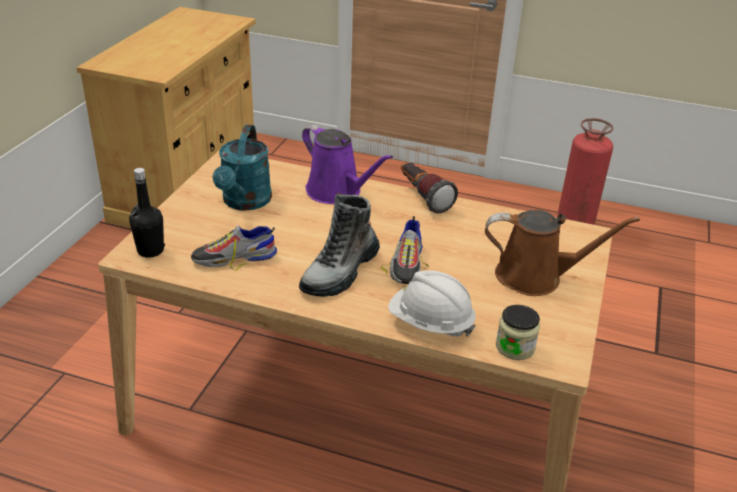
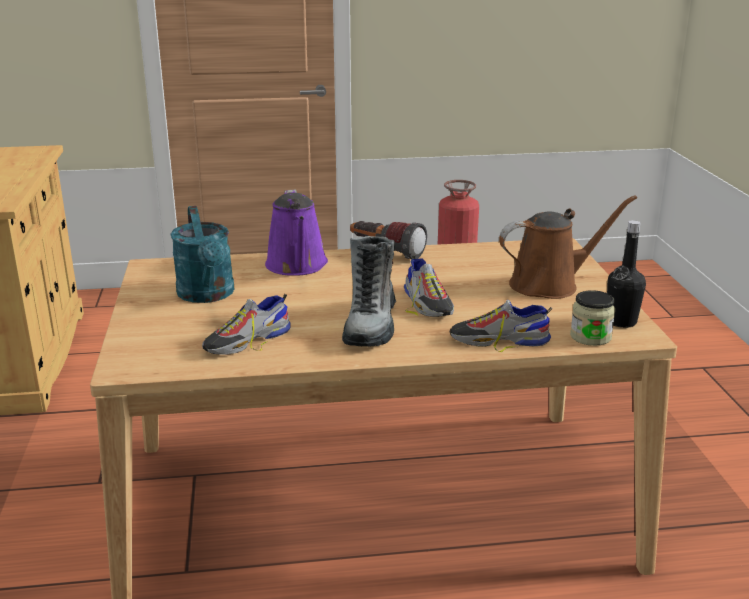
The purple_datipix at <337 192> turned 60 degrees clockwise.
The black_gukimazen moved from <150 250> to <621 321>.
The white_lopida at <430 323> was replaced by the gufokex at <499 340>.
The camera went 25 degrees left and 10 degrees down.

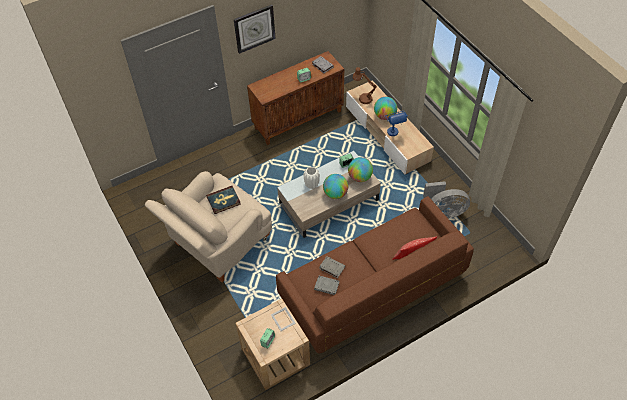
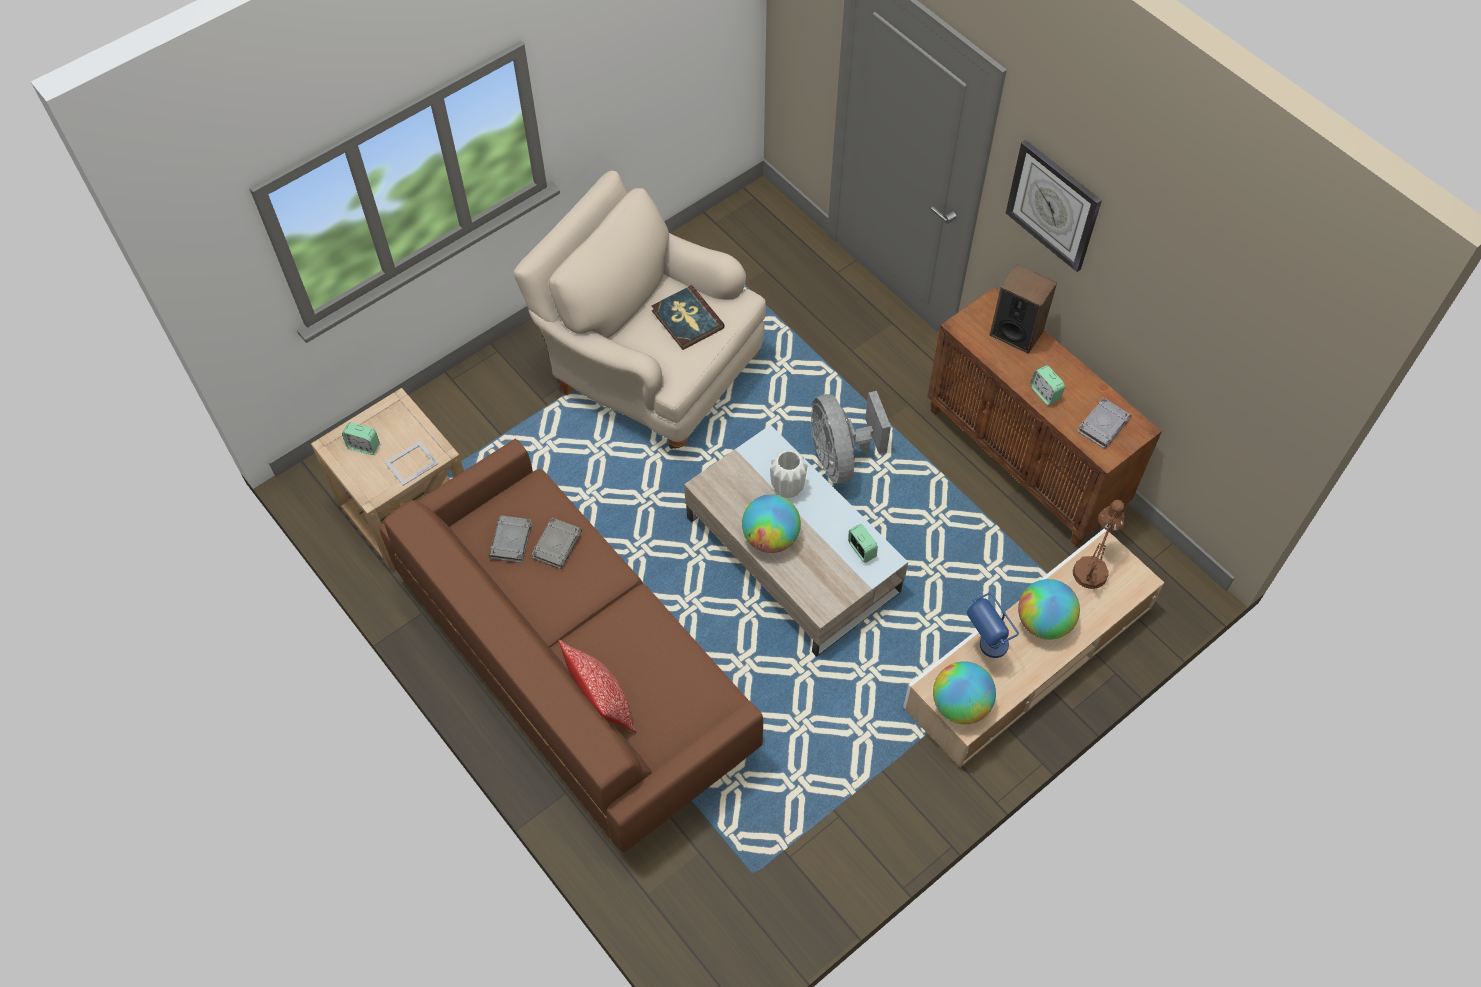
The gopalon moved from <359 177> to <960 705>.
The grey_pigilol moved from <443 211> to <840 458>.
The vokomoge at <1016 332> appeared.
The camera went 80 degrees right and 5 degrees up.

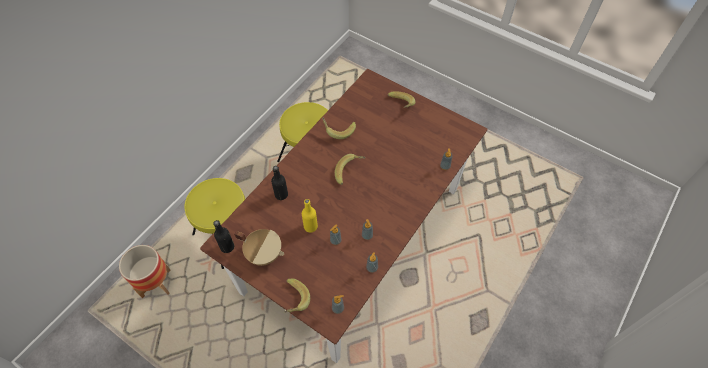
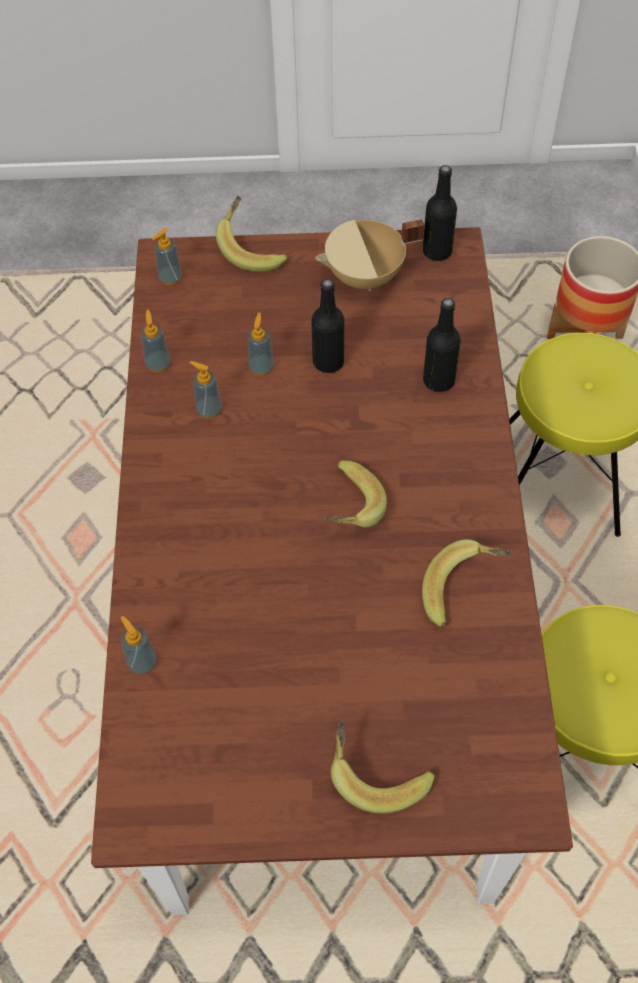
The yellow_gukimazen at <310 226> became the black_gukimazen at <328 362>.
The camera went 145 degrees right and 0 degrees up.

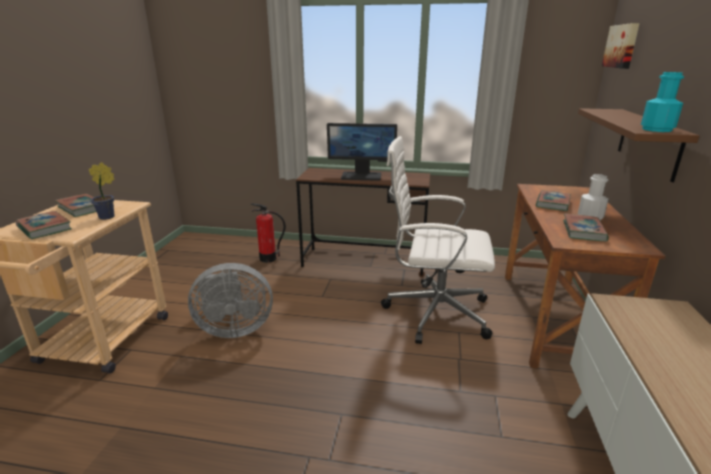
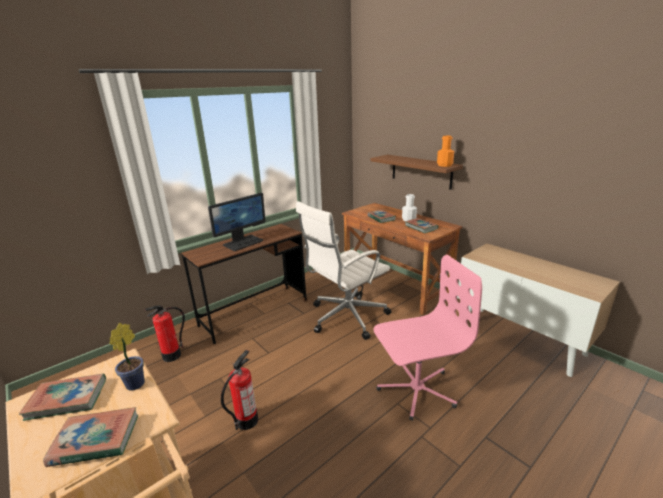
The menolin at <622 46> disappeared.
The turquoise_gukimazen at <657 129> became the orange_gukimazen at <444 165>.
The grey_pigilol at <233 329> was replaced by the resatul at <247 421>.
The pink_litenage at <416 389> appeared.
The camera went 50 degrees left and 0 degrees up.

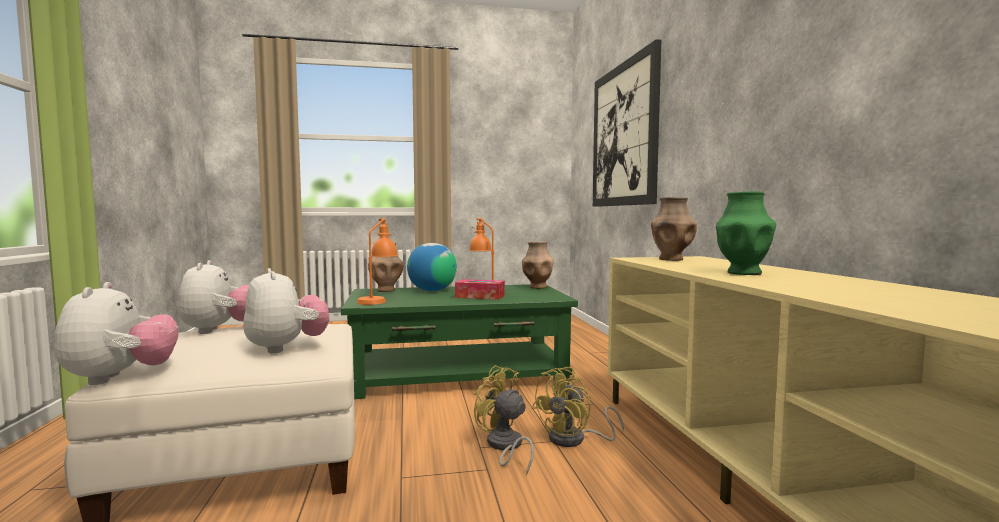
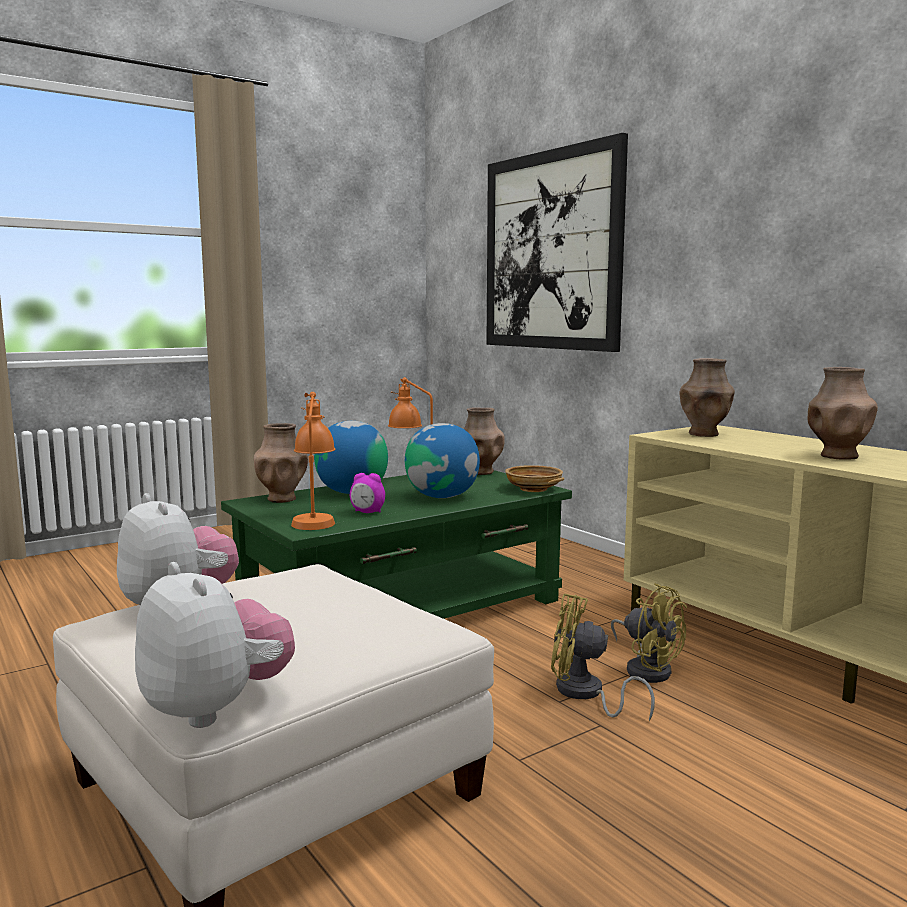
The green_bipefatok at <743 273> became the brown_bipefatok at <837 456>.
The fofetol at <286 348> disappeared.
The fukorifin at <480 296> was replaced by the gopalon at <442 497>.
The yellow_pigilol at <574 439> turned 60 degrees counterclockwise.
The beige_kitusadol at <534 489> appeared.
The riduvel at <367 512> appeared.
The camera went 25 degrees left and 5 degrees up.

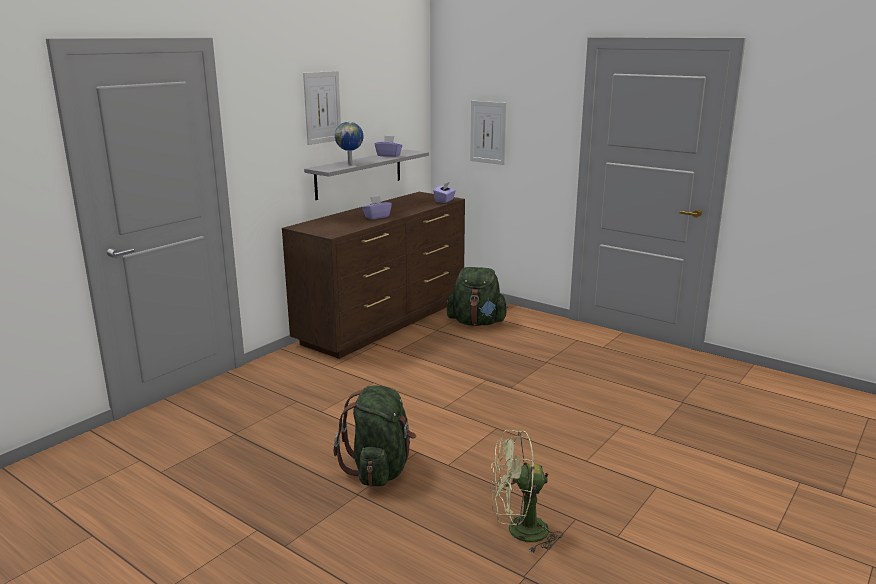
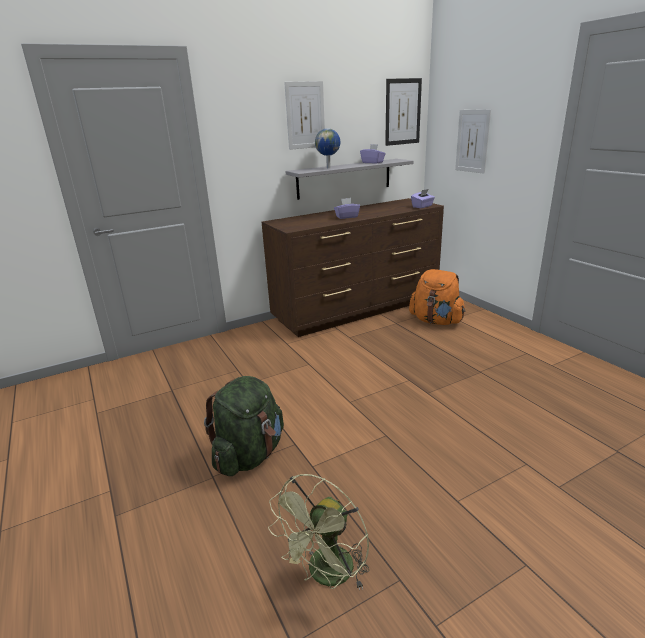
The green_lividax at <476 323> became the orange_lividax at <436 321>.
The green_pigilol at <519 532> turned 75 degrees counterclockwise.
The menolin at <403 112> appeared.
The camera went 25 degrees right and 5 degrees up.

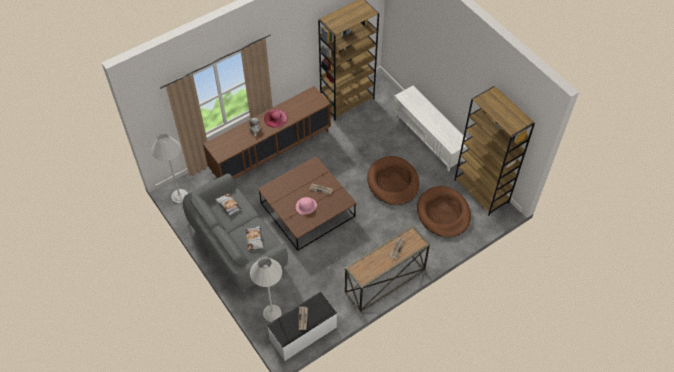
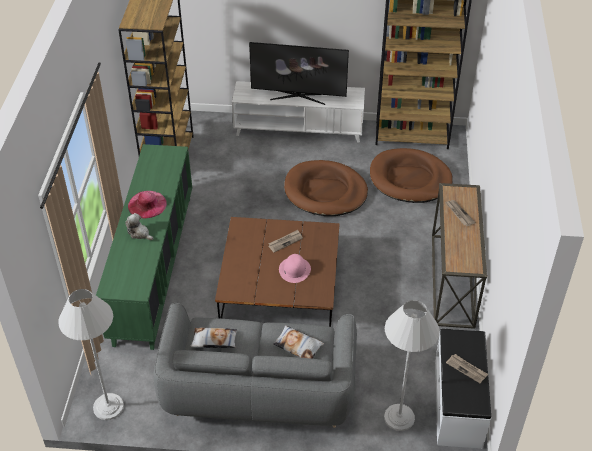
The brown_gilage at <271 151> became the green_gilage at <153 268>.
The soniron at <298 96> appeared.
The camera went 50 degrees left and 10 degrees down.

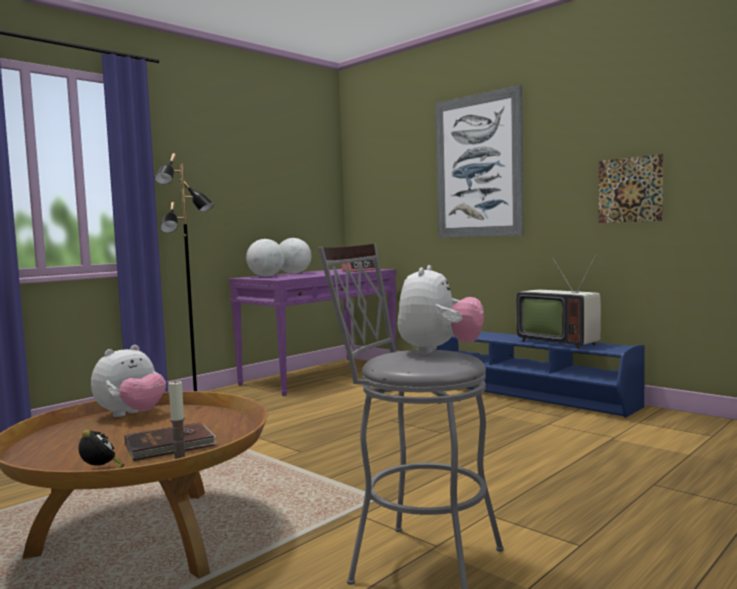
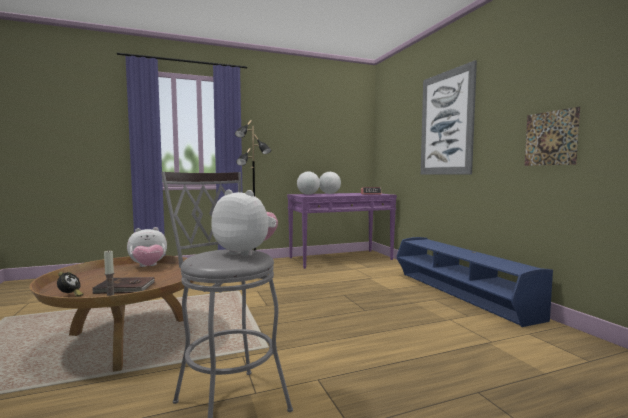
The soniron at <558 342> disappeared.
The fofetol at <439 351> turned 105 degrees counterclockwise.
The camera went 25 degrees right and 0 degrees up.

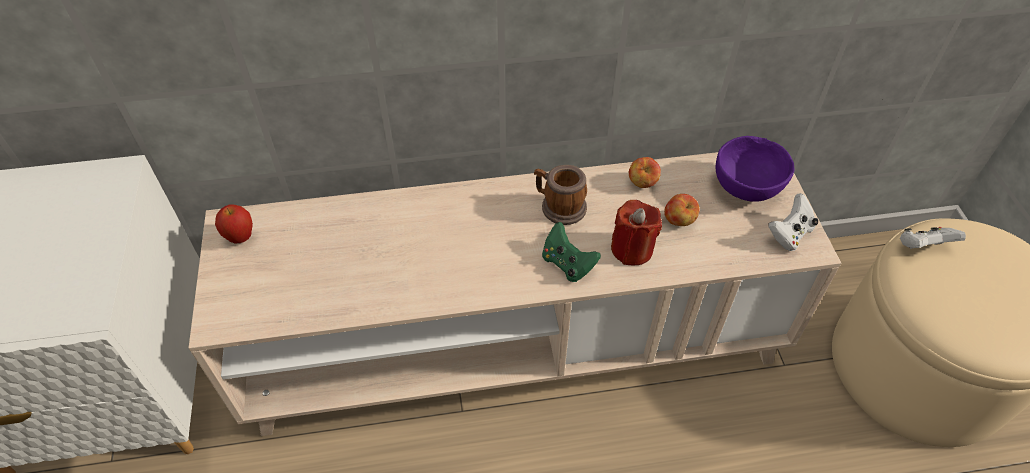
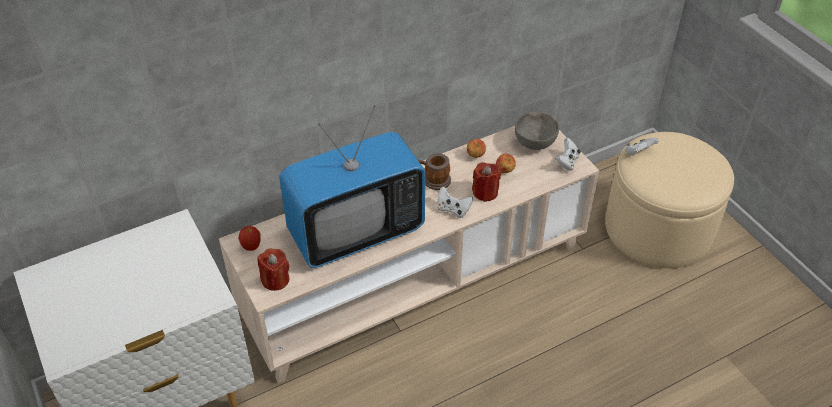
The purple_kitusadol at <747 188> became the grey_kitusadol at <535 143>.
The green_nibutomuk at <567 264> became the white_nibutomuk at <453 210>.
The soniron at <356 232> appeared.
The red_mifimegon at <275 280> appeared.
The camera went 20 degrees left and 5 degrees down.

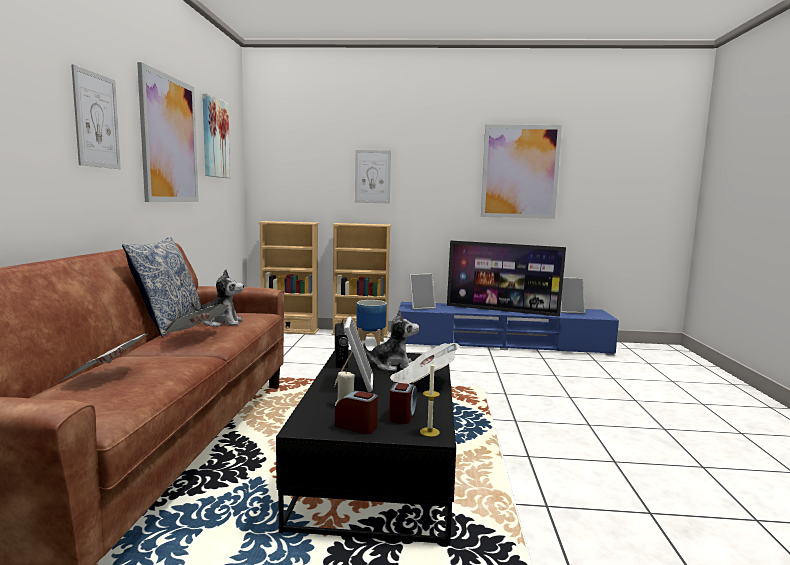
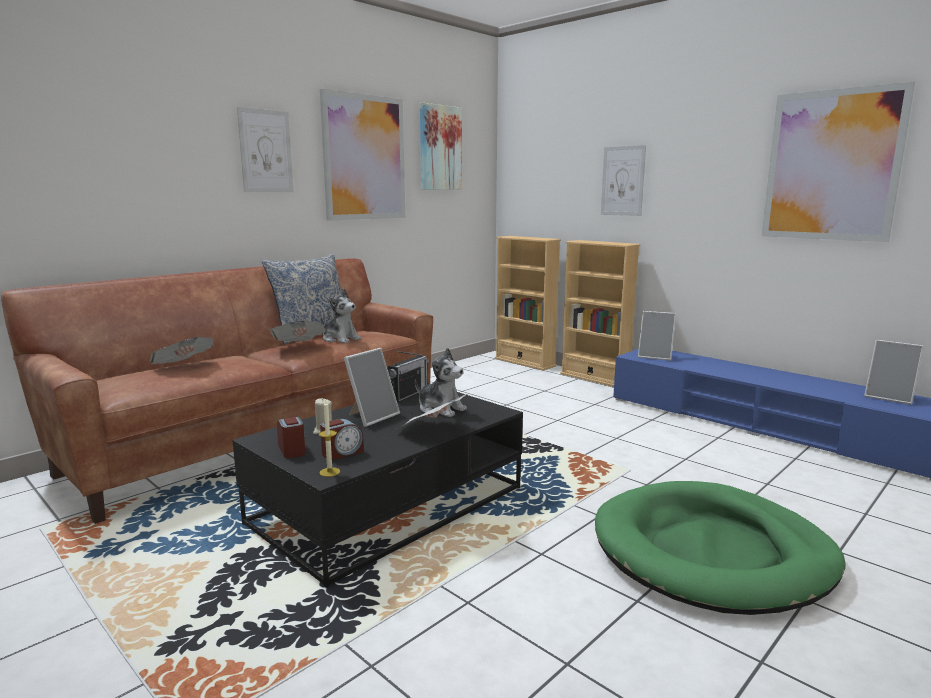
The soniron at <502 311> disappeared.
The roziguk at <370 343> disappeared.
The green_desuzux at <712 552> appeared.
The camera went 40 degrees right and 5 degrees up.

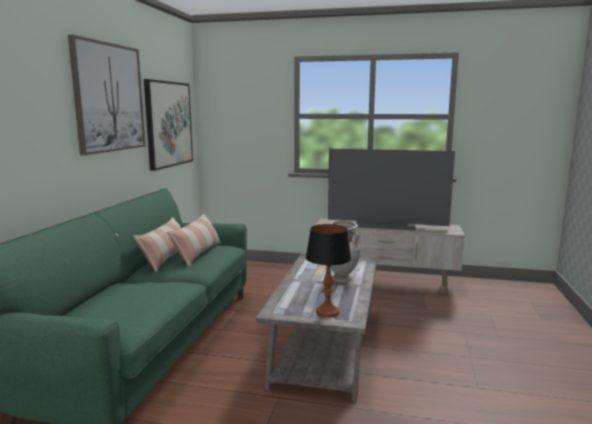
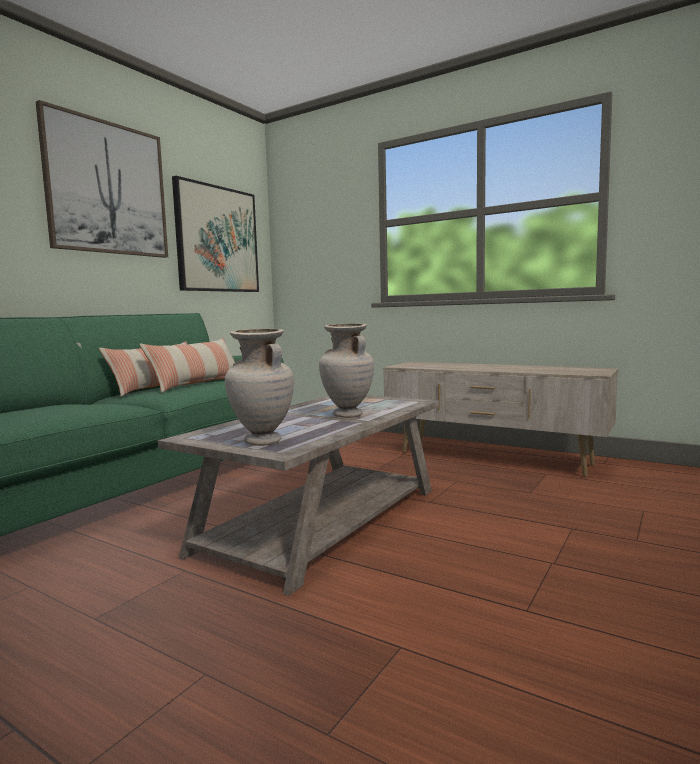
The soniron at <386 225> disappeared.
The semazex at <327 312> was replaced by the beige_bipefatok at <262 442>.
The camera went 20 degrees right and 5 degrees down.

